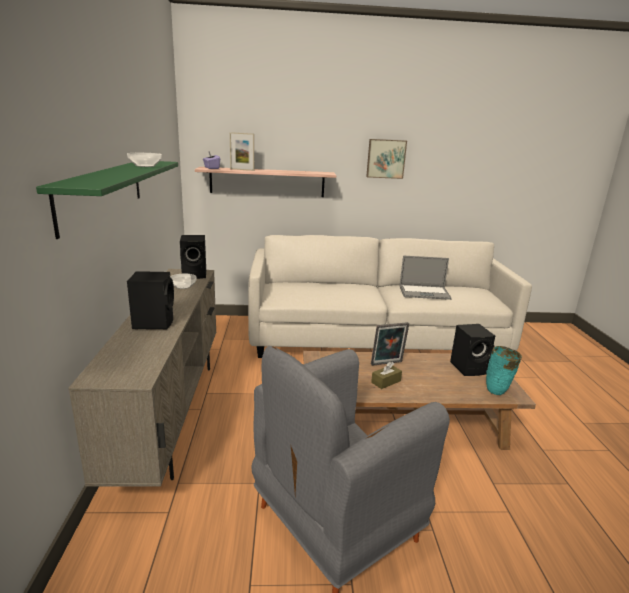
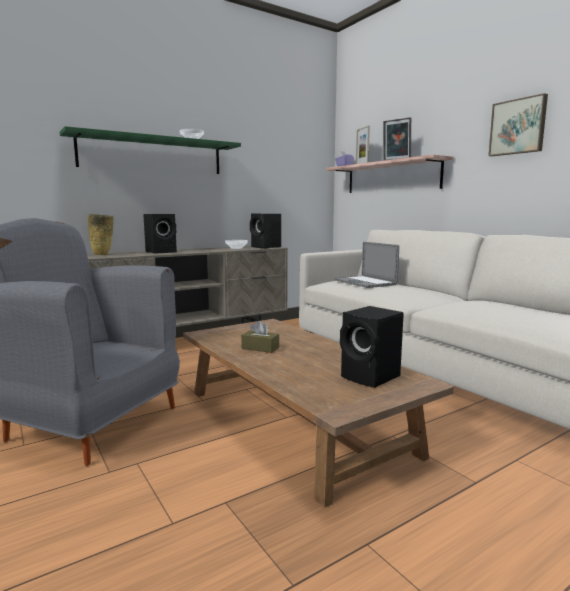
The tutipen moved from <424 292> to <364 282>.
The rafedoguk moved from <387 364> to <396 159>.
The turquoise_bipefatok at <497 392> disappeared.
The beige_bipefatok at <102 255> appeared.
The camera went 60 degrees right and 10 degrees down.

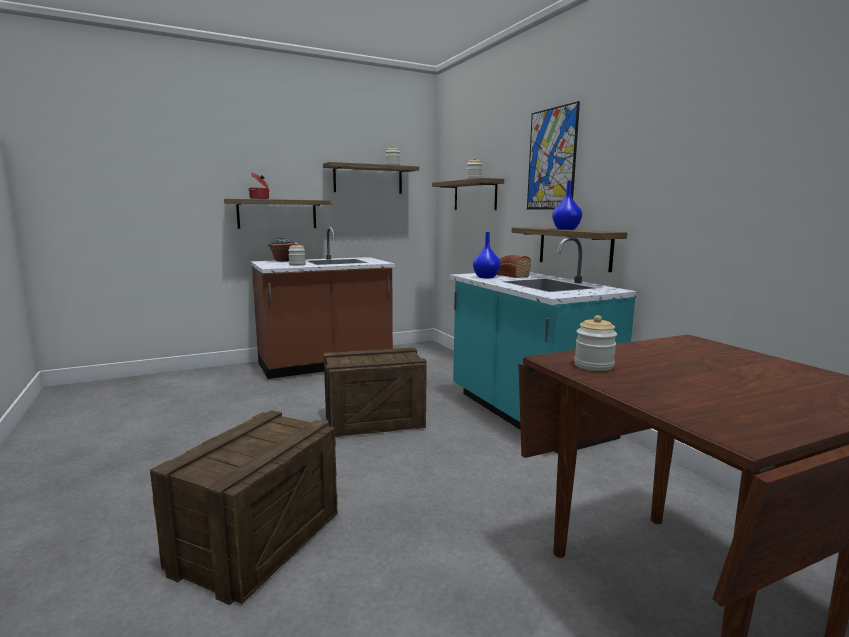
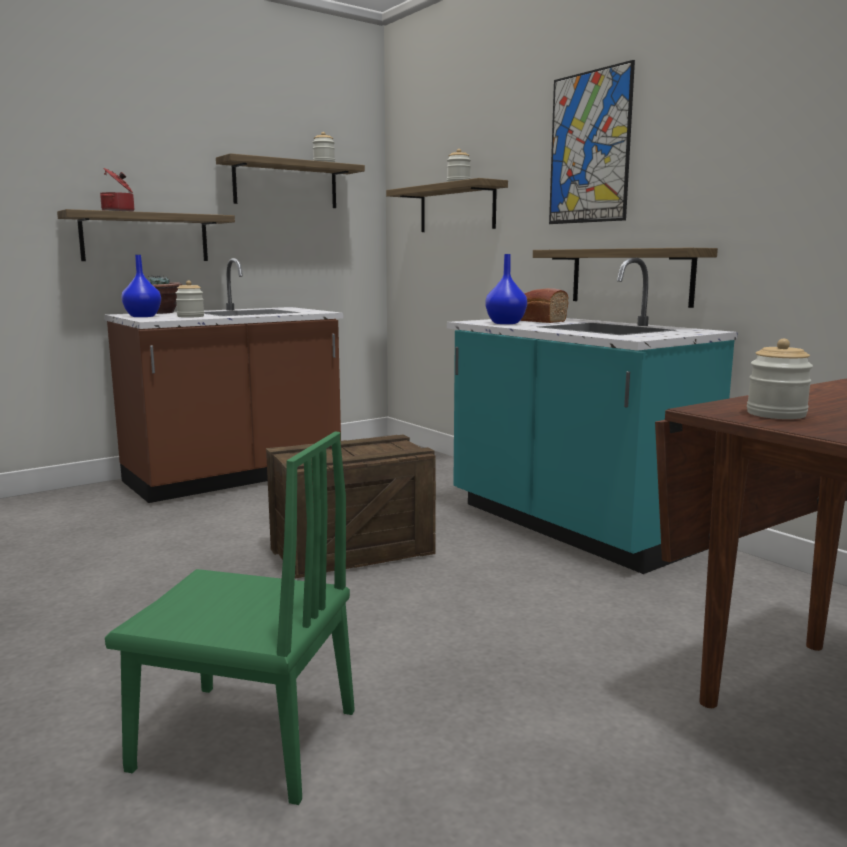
The blue_bipefatok moved from <565 229> to <142 316>.
The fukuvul at <256 542> was replaced by the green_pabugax at <245 739>.
The camera went 10 degrees left and 0 degrees up.

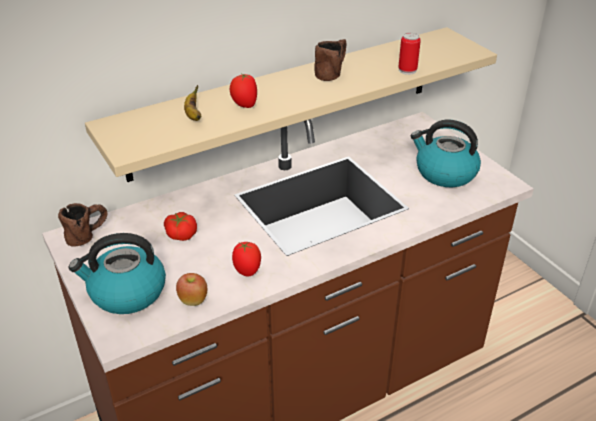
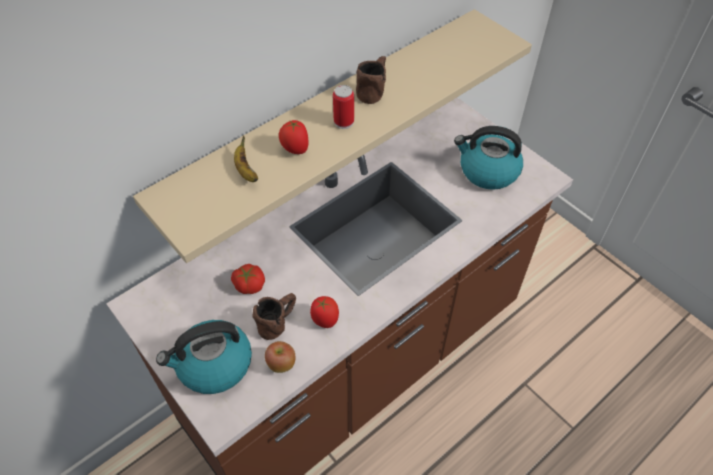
The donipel moved from <407 70> to <344 122>.
The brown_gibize moved from <88 234> to <278 321>.
The camera went 10 degrees left and 15 degrees up.

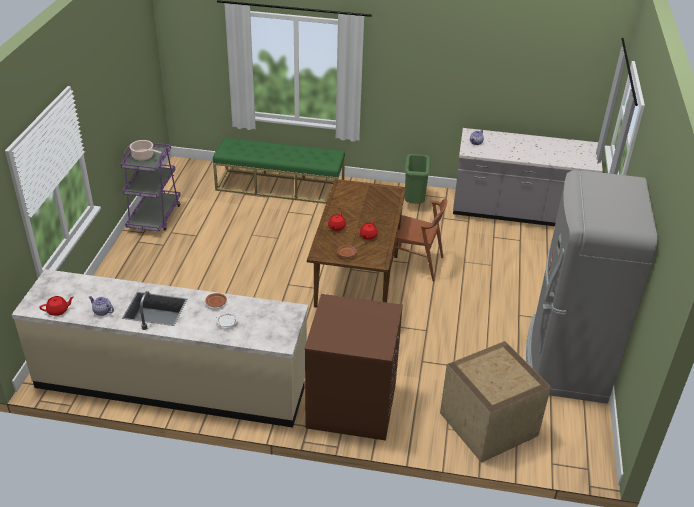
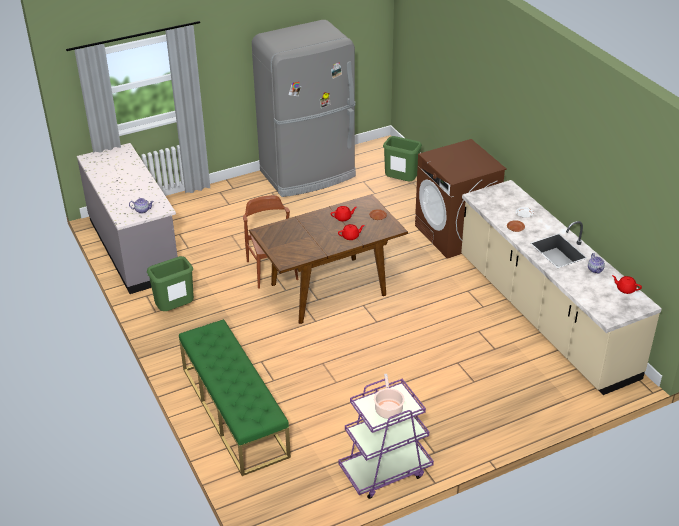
The fukuvul at <488 423> was replaced by the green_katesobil at <400 183>.
The camera went 125 degrees left and 0 degrees up.

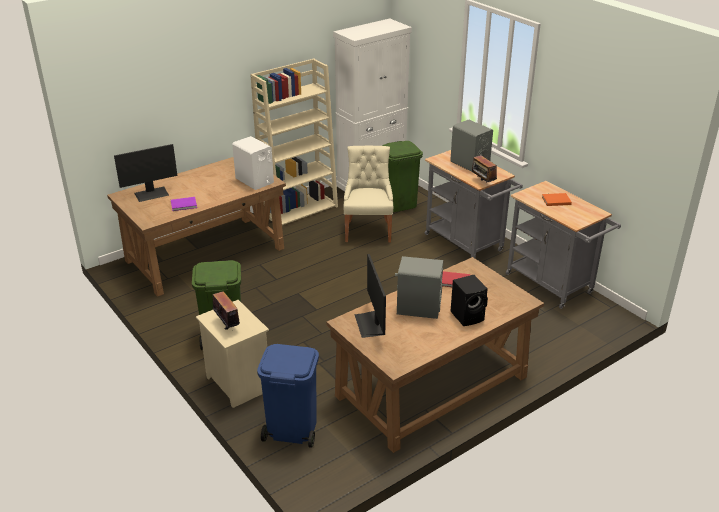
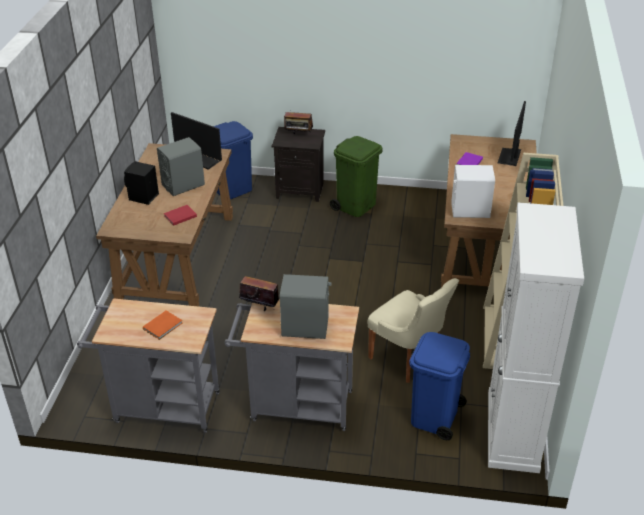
The green_katesobil at <399 204> became the blue_katesobil at <434 417>.
The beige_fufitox at <236 383> became the black_fufitox at <300 190>.
The camera went 135 degrees right and 5 degrees up.

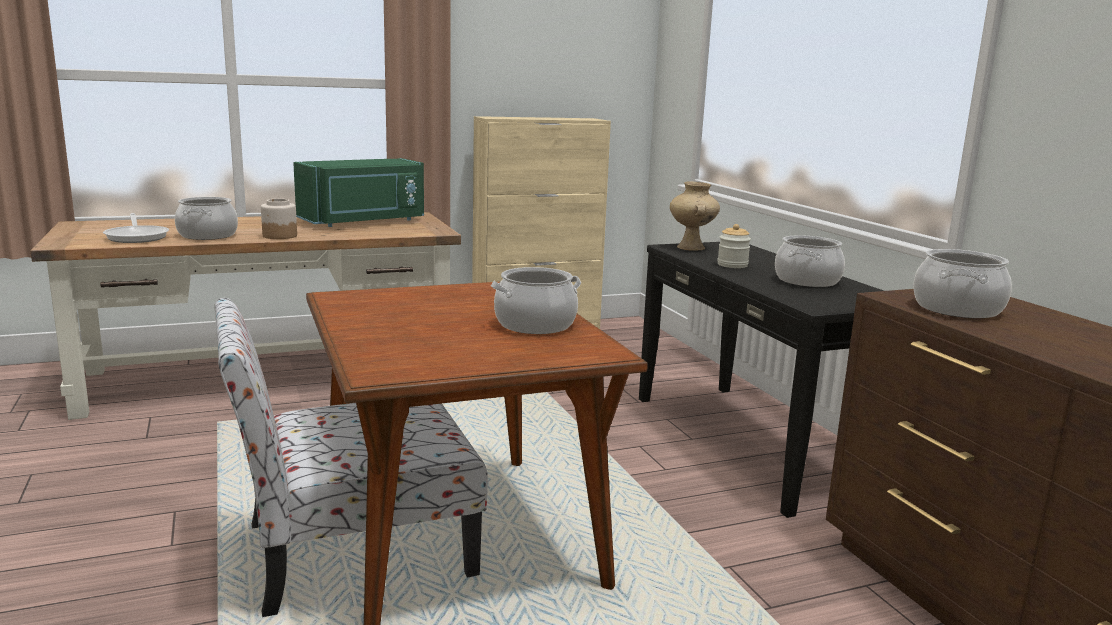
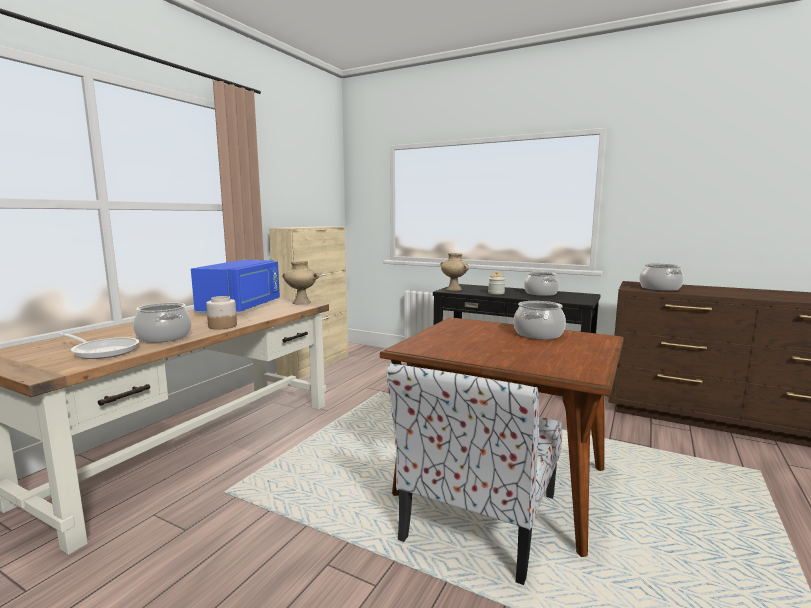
The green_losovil at <364 222> became the blue_losovil at <242 308>.
The beige_bipefatok at <301 303> appeared.
The camera went 40 degrees left and 5 degrees down.

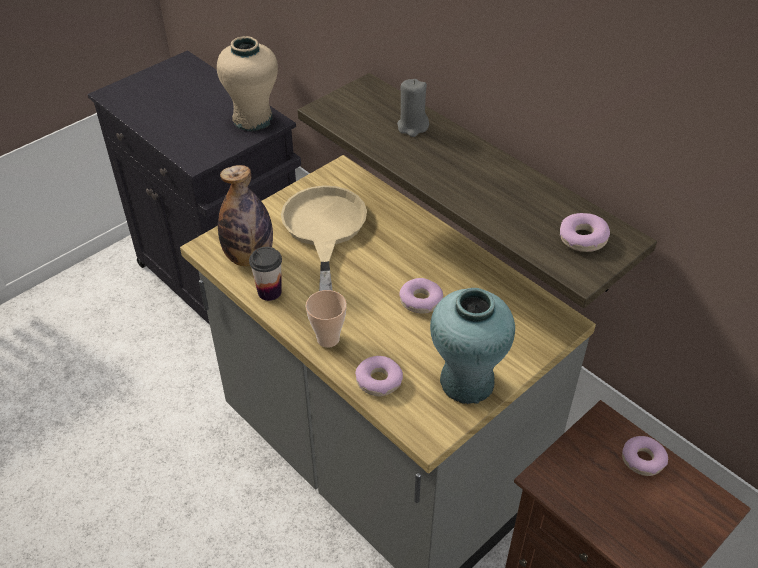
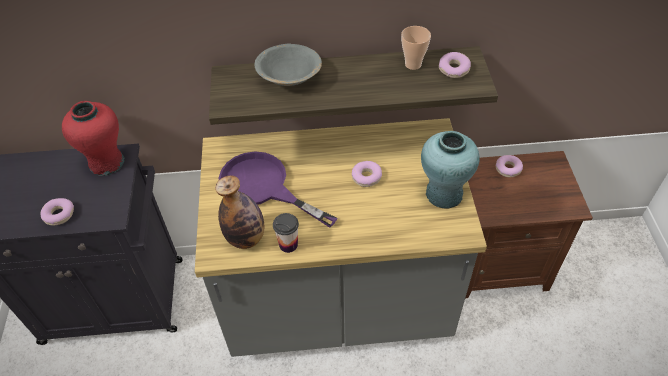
The beige_bipefatok at <253 119> became the red_bipefatok at <106 162>.
The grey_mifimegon at <412 127> was replaced by the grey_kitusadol at <289 77>.
The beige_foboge at <324 232> became the purple_foboge at <263 187>.
The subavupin moved from <328 339> to <413 64>.
The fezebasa moved from <379 381> to <59 214>.
The camera went 50 degrees left and 5 degrees up.

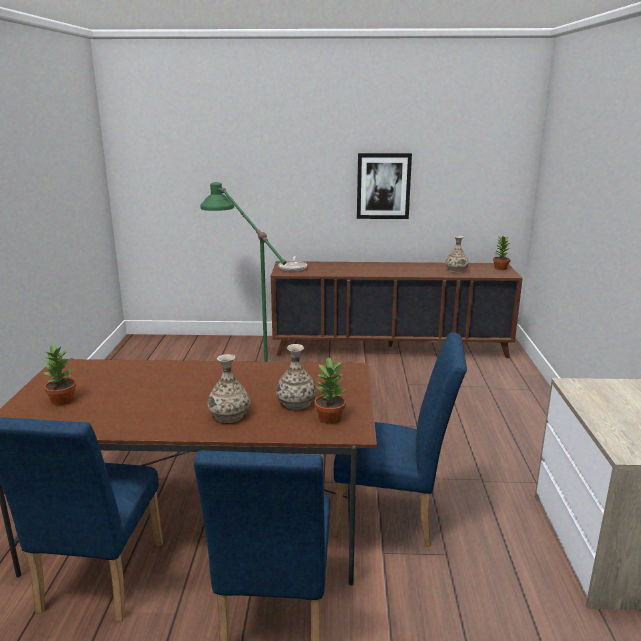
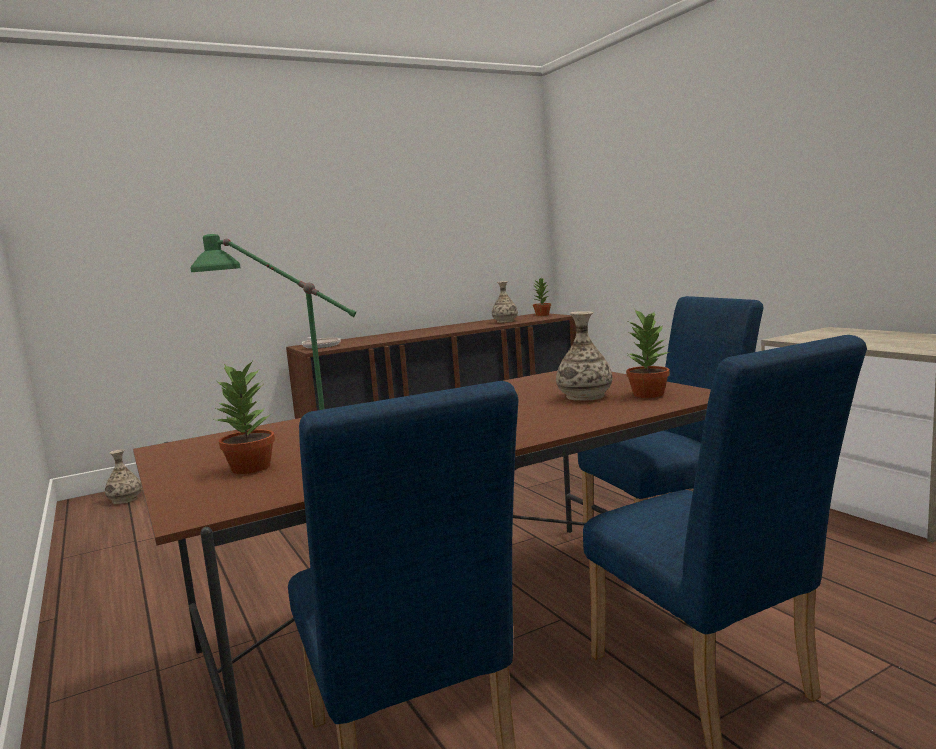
The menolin at <383 186> disappeared.
The bipefatok moved from <229 415> to <125 499>.
The camera went 30 degrees left and 10 degrees down.

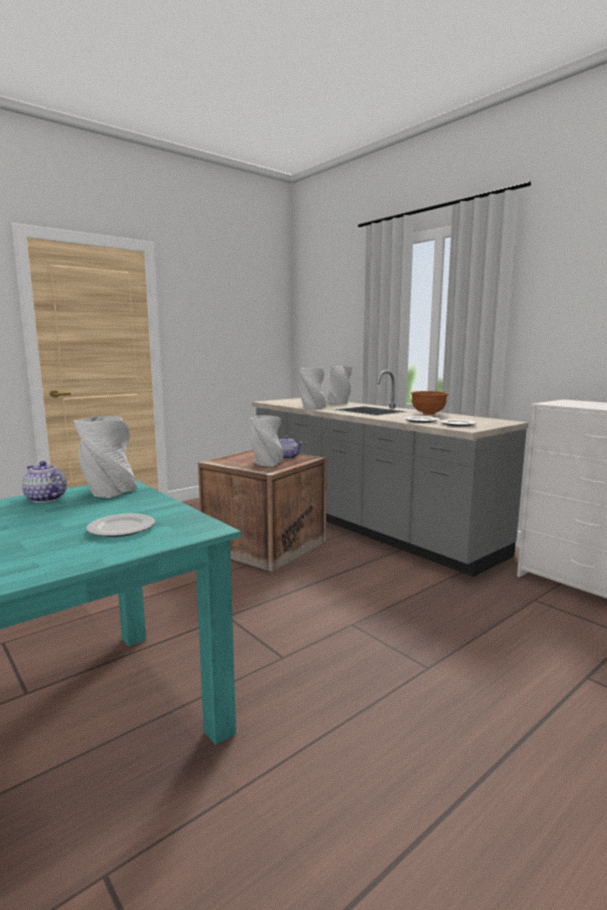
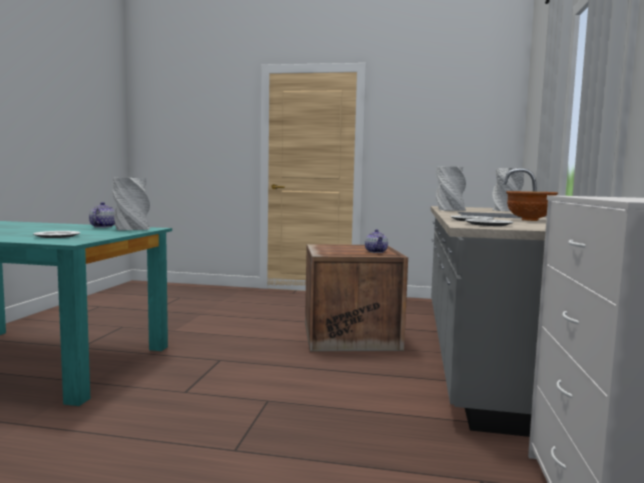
The grey_bipefatok at <266 463> disappeared.
The camera went 50 degrees right and 5 degrees down.

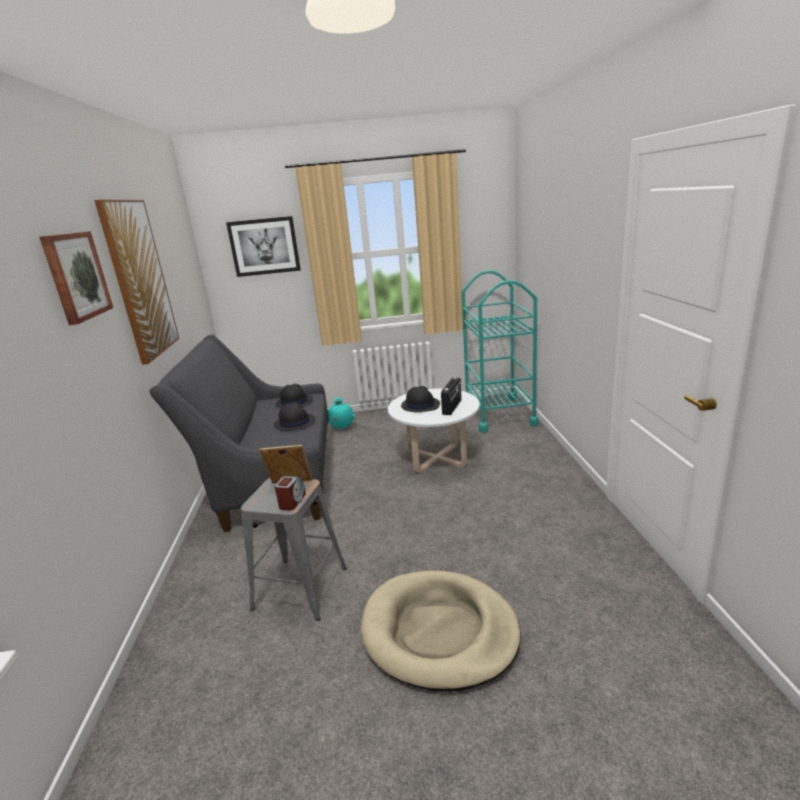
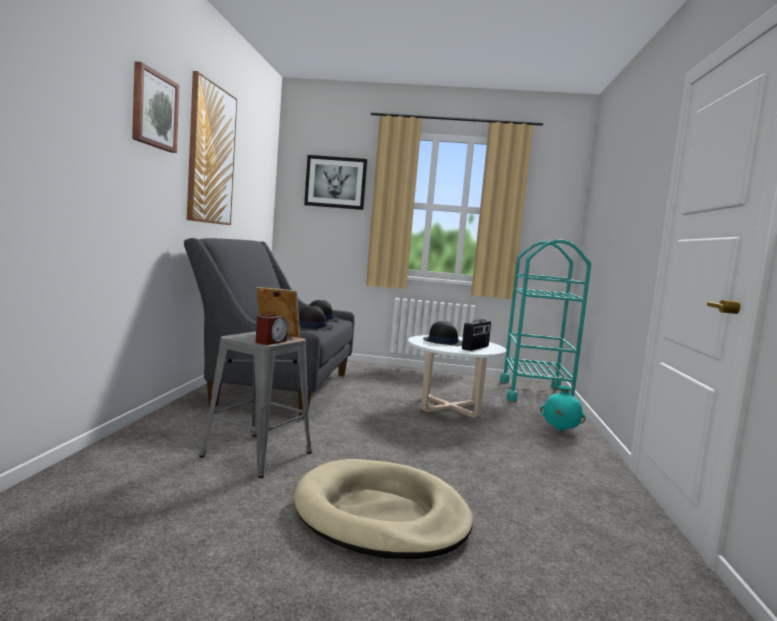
The turquoise_bipefatok moved from <342 428> to <559 430>.
The camera went 10 degrees right and 15 degrees down.

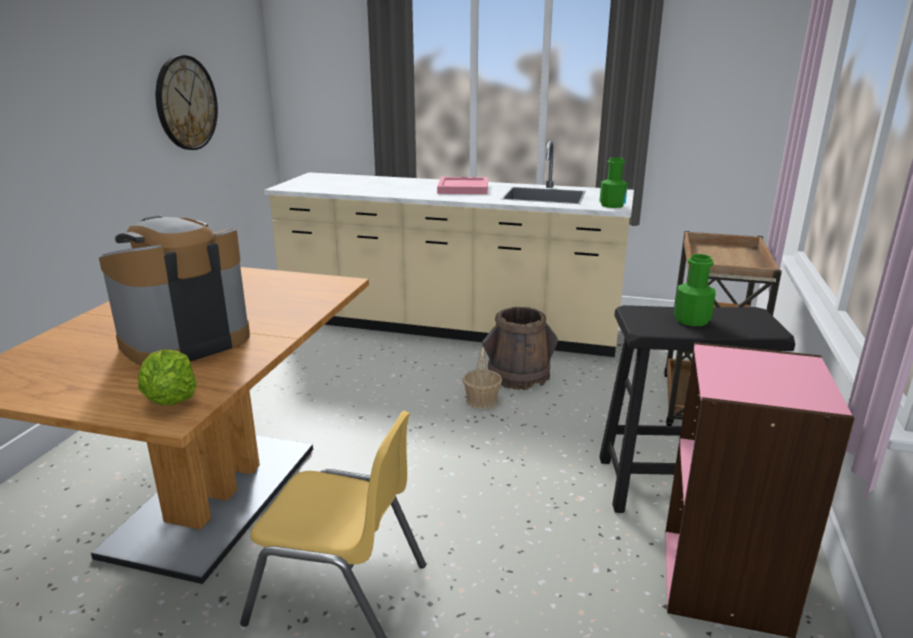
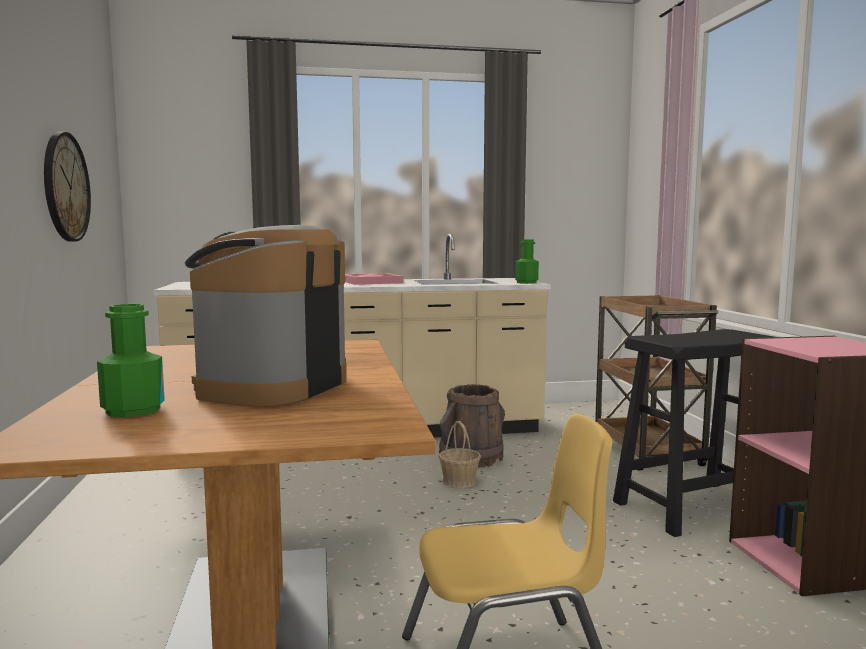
The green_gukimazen moved from <691 320> to <133 410>.
The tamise at <171 399> disappeared.
The camera went 25 degrees left and 15 degrees down.

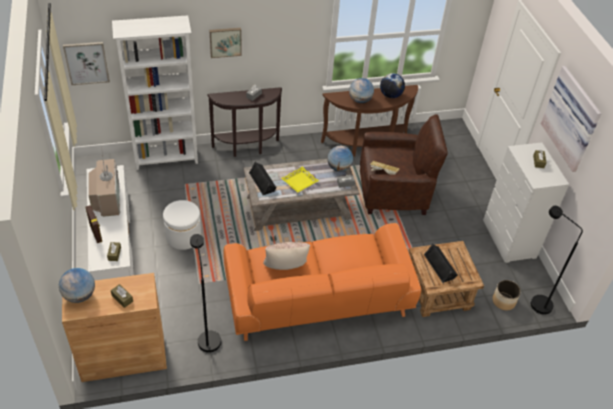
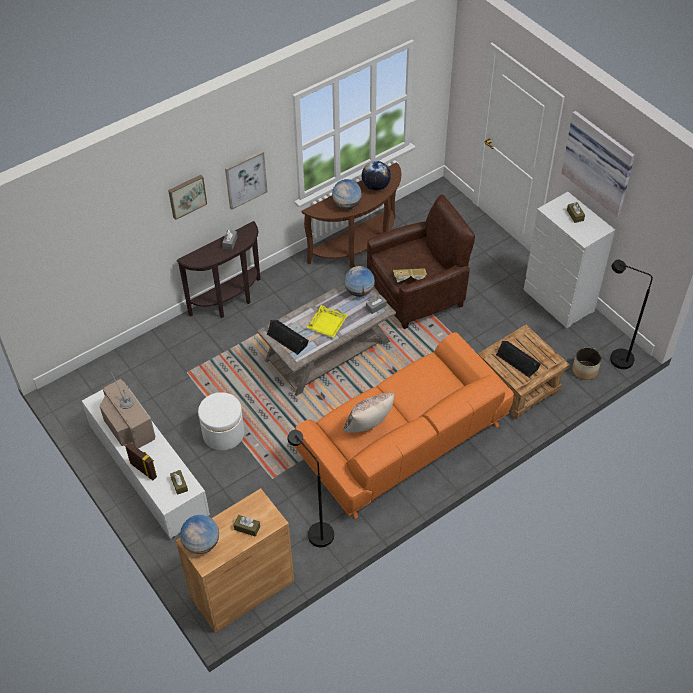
The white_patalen at <167 158> disappeared.
The menolin moved from <86 63> to <245 179>.
The camera went 20 degrees left and 5 degrees up.

